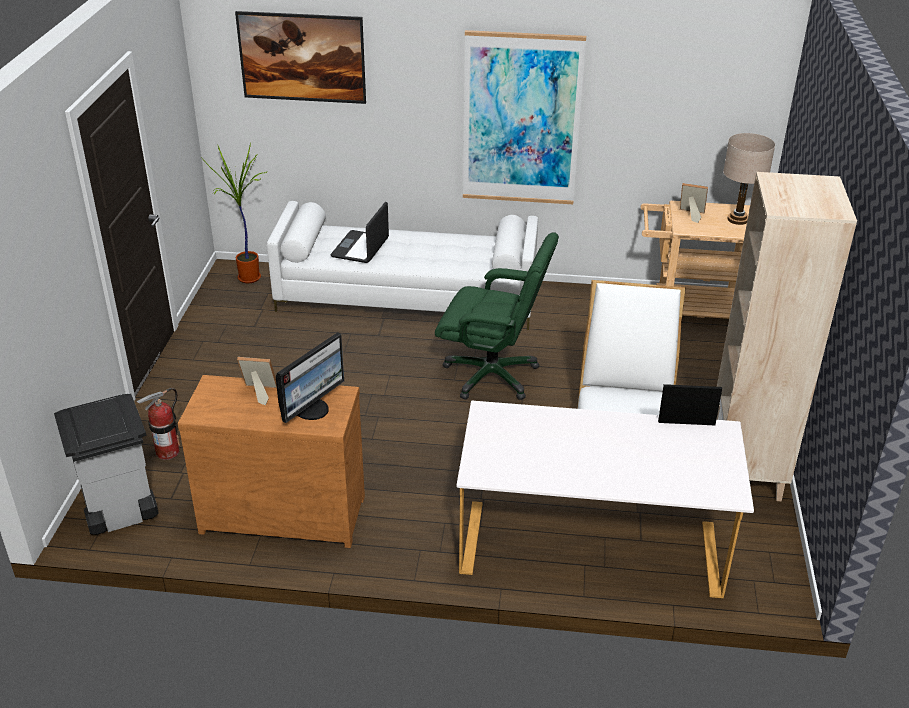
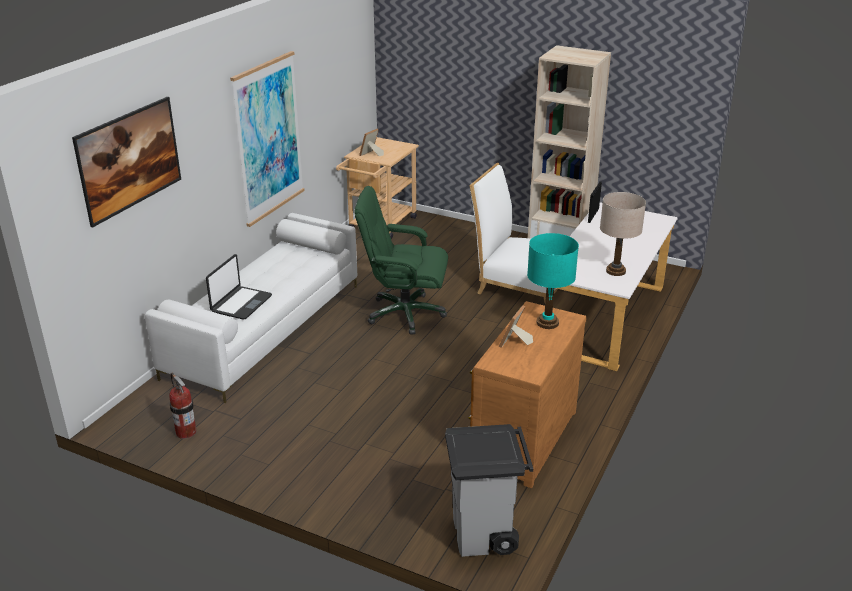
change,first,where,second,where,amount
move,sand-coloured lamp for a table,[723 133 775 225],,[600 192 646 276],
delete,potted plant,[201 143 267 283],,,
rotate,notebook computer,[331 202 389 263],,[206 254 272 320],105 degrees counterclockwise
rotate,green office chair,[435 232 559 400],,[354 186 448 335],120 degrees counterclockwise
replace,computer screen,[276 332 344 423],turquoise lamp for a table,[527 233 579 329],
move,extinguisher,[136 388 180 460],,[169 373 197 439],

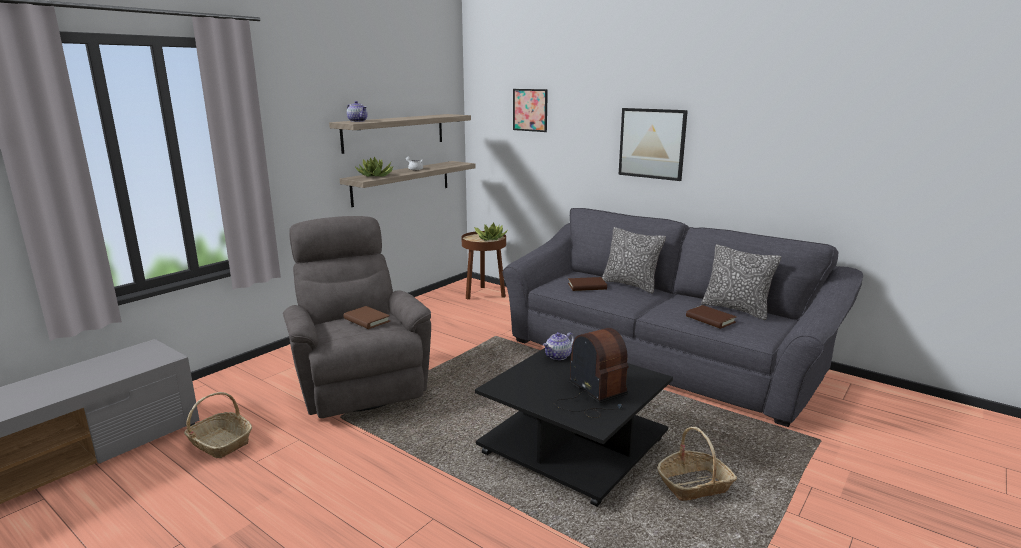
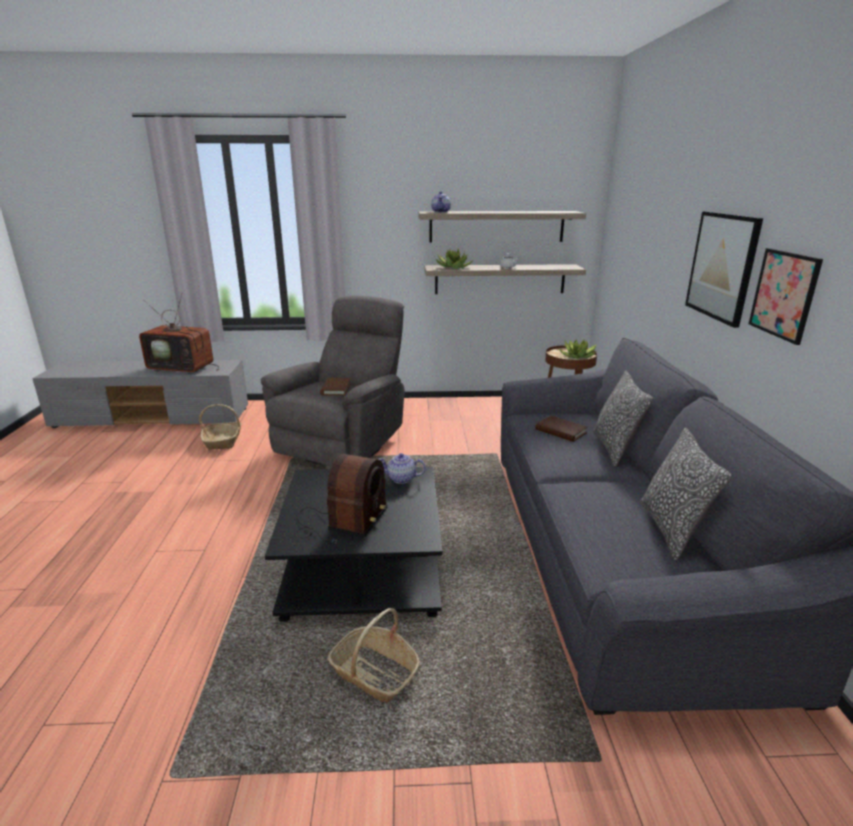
change,first,where,second,where,amount
move,wall picture,[513 89 548 132],,[749 248 823 345],
delete,brown bound book,[686 305 737 329],,,
insert,,,television,[139 295 219 374],

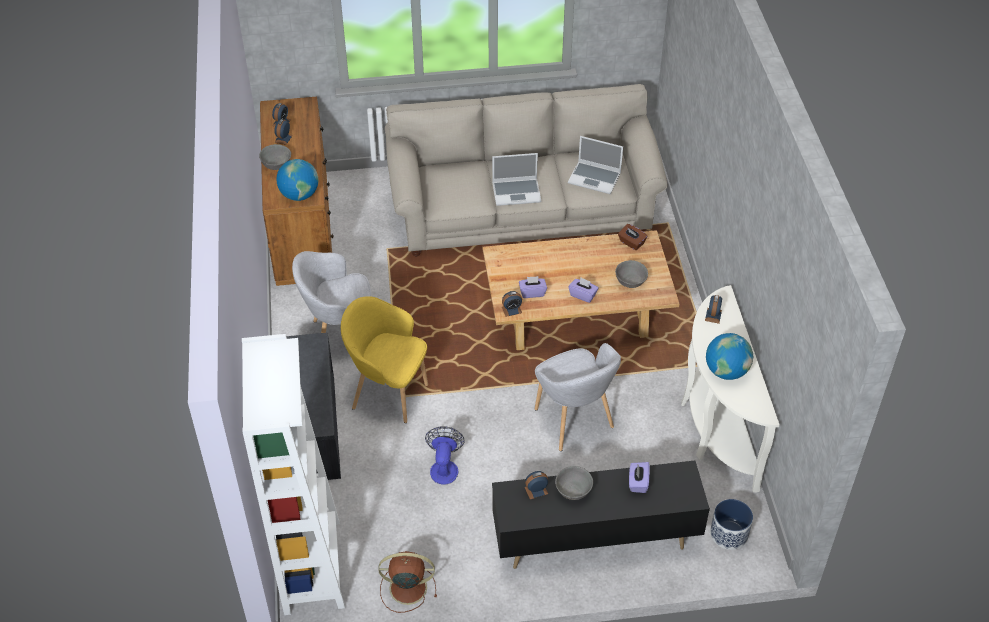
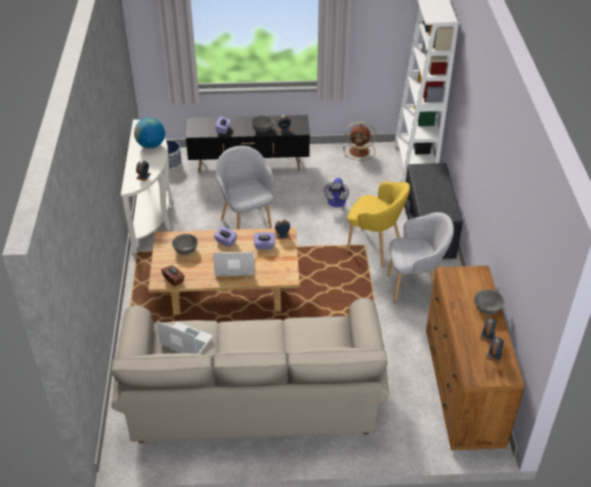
change,first,where,second,where,amount
move,notebook computer,[492 153 541 206],,[213 252 255 276],
delete,desk globe,[276 159 319 201],,,

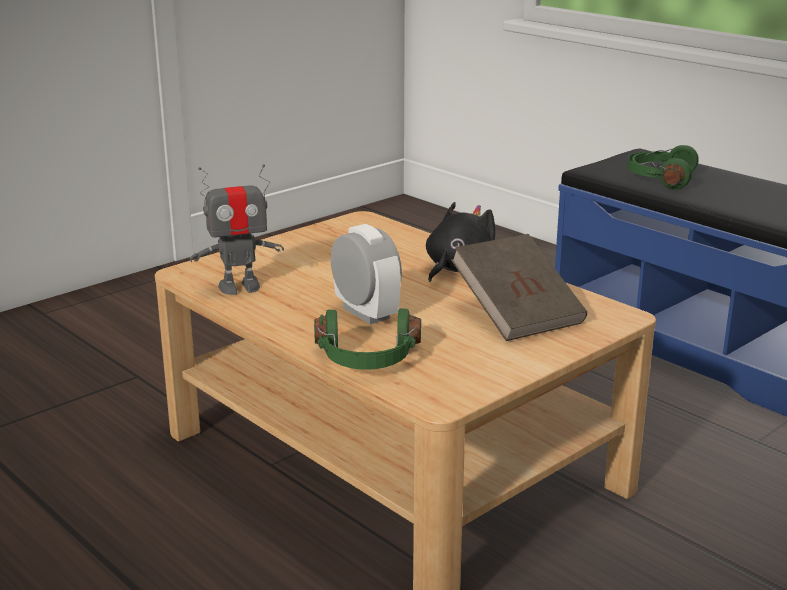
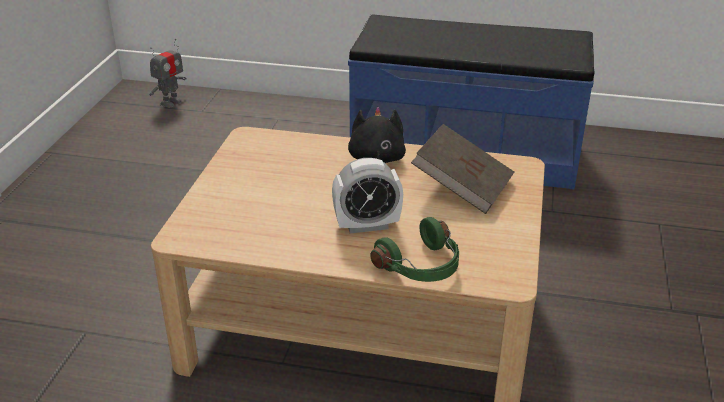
change,first,where,second,where,amount
delete,green headphones,[627 145 699 189],,,
move,robot figure,[190 164 284 295],,[149 39 186 107],
rotate,table clock,[331 224 402 324],,[332 158 403 233],150 degrees clockwise

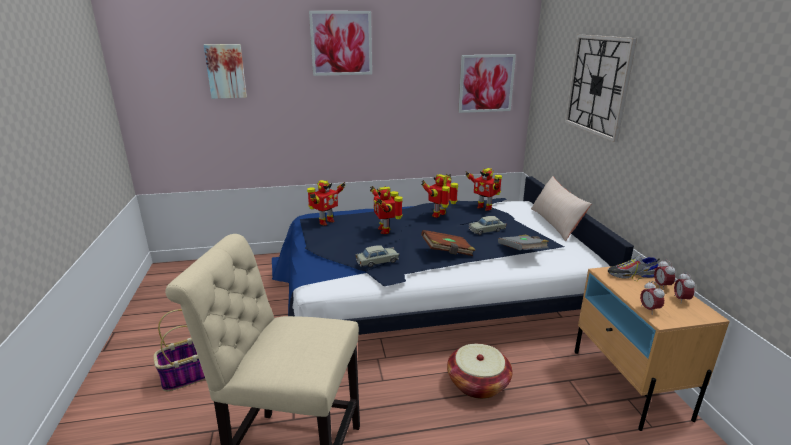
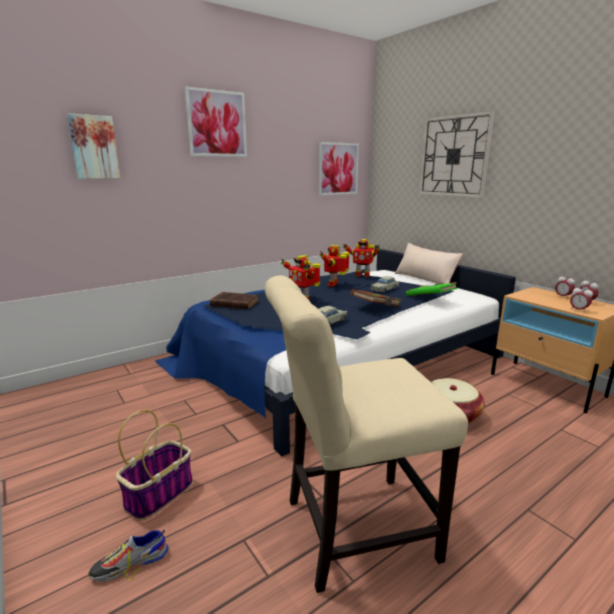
change,first,where,second,where,amount
replace,robot figure,[307 180 345 226],brown bound book,[210 292 259 309],
recolor,greyish bound book,[498 235 549 250],green bound book,[406 282 457 296],
move,item of footwear,[608 255 660 281],,[89 530 168 581],

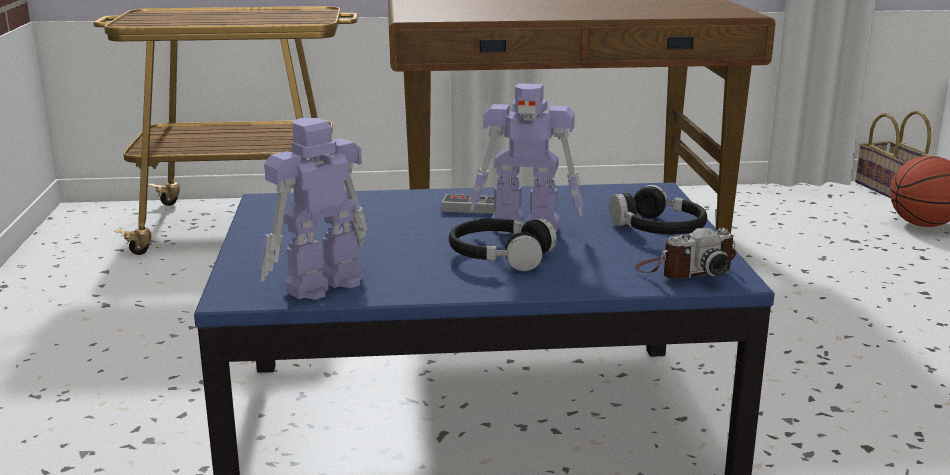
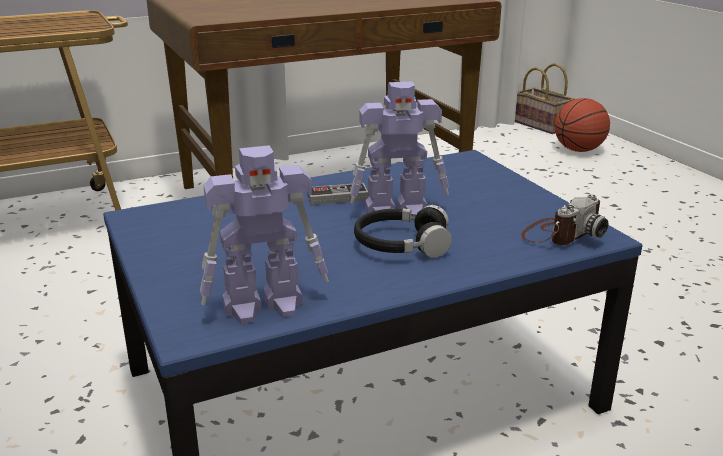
change,first,where,second,where,amount
rotate,robot figure,[259 118 367 300],,[200 145 329 324],135 degrees counterclockwise
delete,blackish headphones,[610 185 707 234],,,

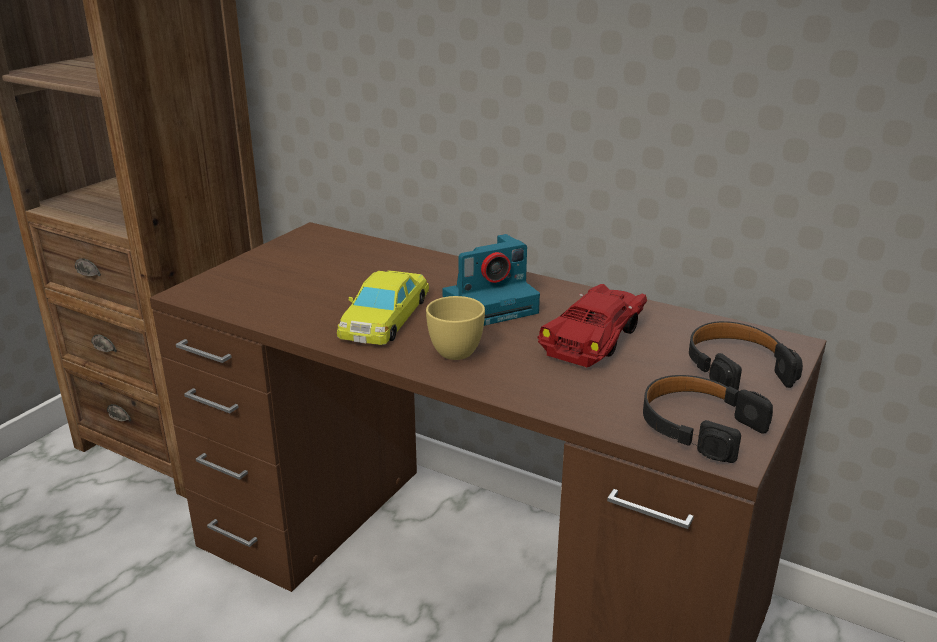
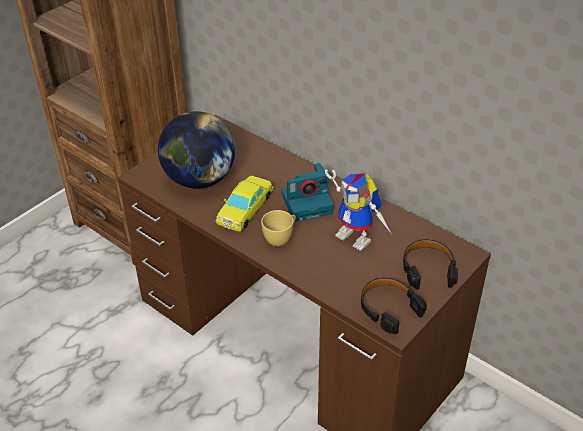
change,first,where,second,where,amount
replace,red model car,[537 284 647 368],robot figure,[325 169 391 251],
insert,,,desk globe,[158 111 235 189],

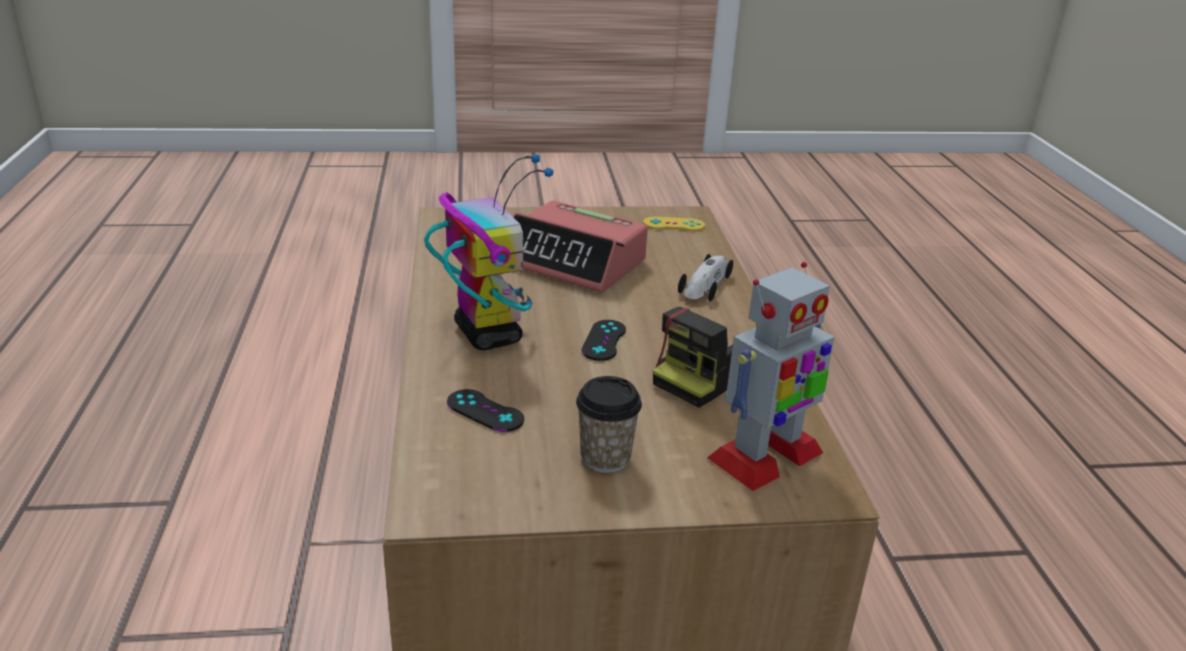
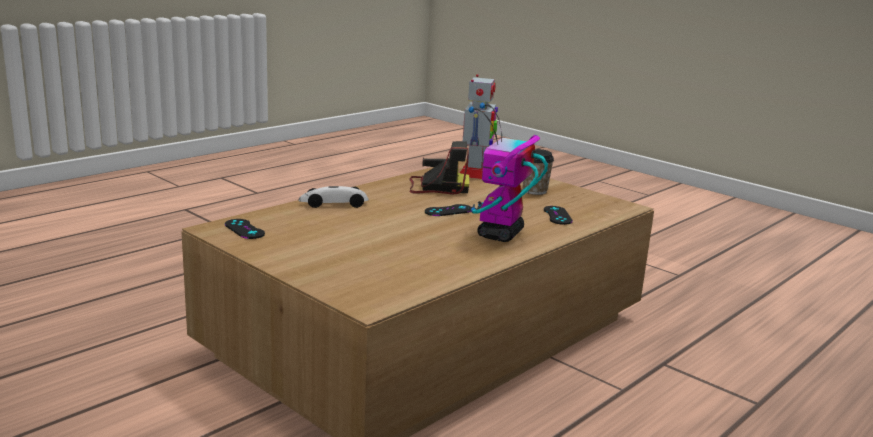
change,first,where,second,where,amount
delete,table clock,[513 200 648 293],,,
recolor,yellowish game controller,[643 217 705 231],blackish game controller,[225 219 265 239],
rotate,robot figure,[707 262 835 491],,[460 74 498 179],90 degrees clockwise

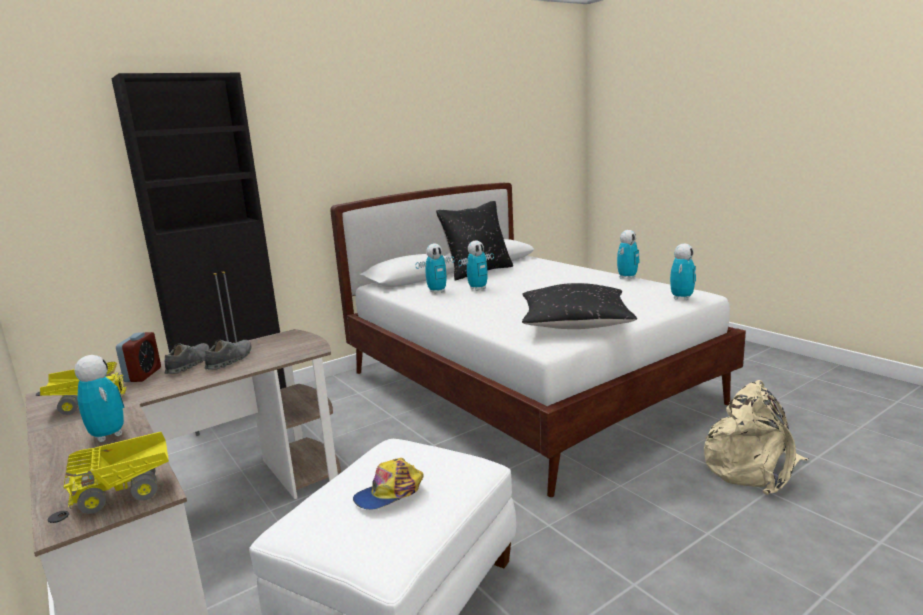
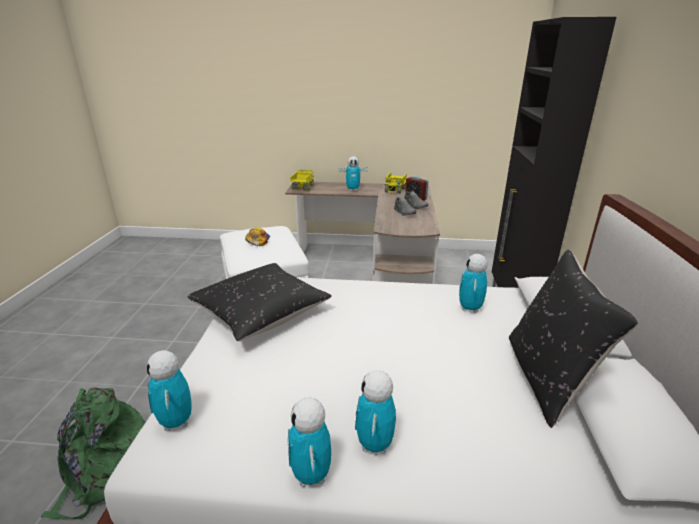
change,first,where,second,where,amount
move,robot figure,[459 240 494 291],,[355 370 396 454],
recolor,sand-coloured rucksack,[704 380 808 495],green rucksack,[41 388 145 520],

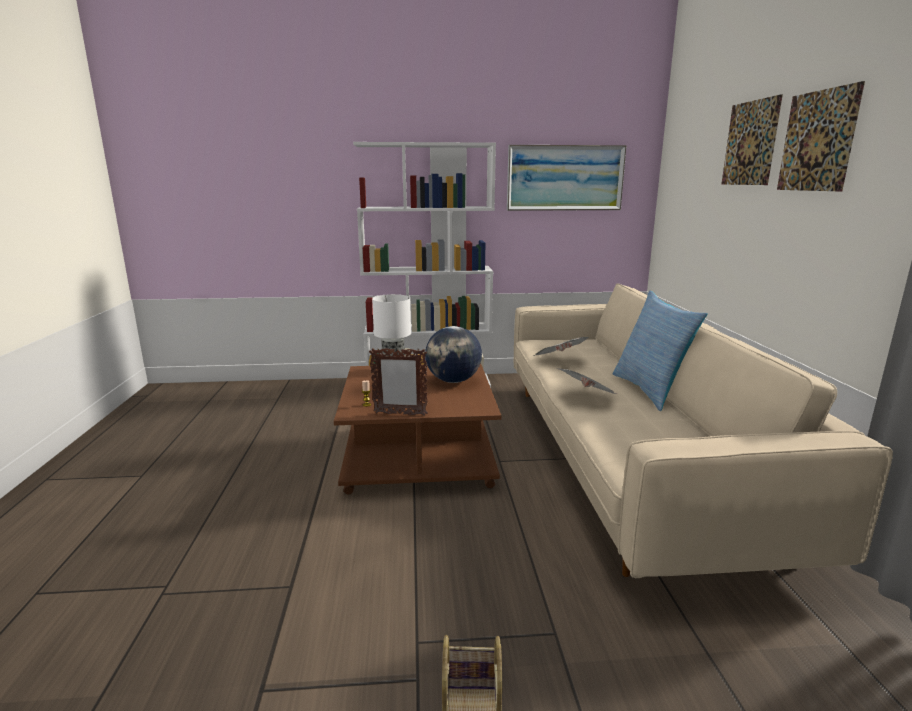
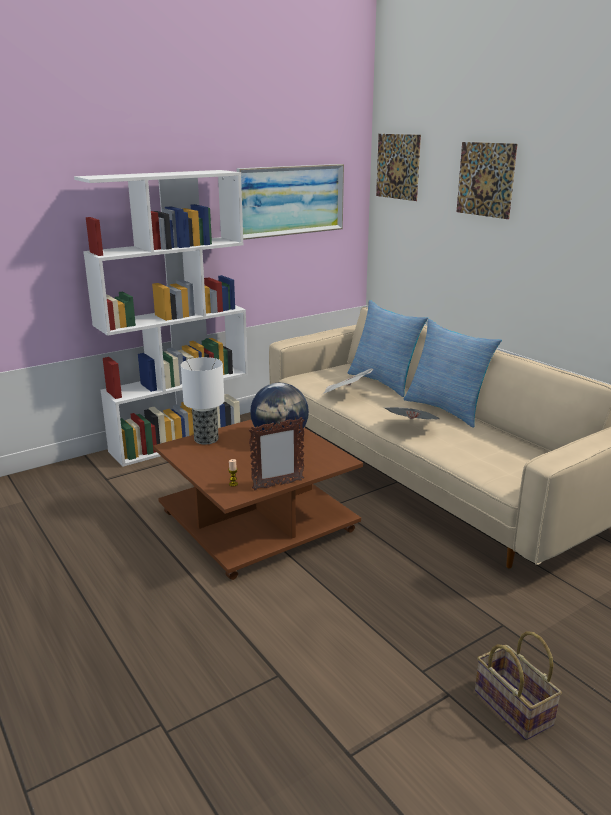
change,first,where,second,where,amount
move,wall picture,[777 81 865 191],,[376 134 421 201],
insert,,,pillow,[347 300 428 397],

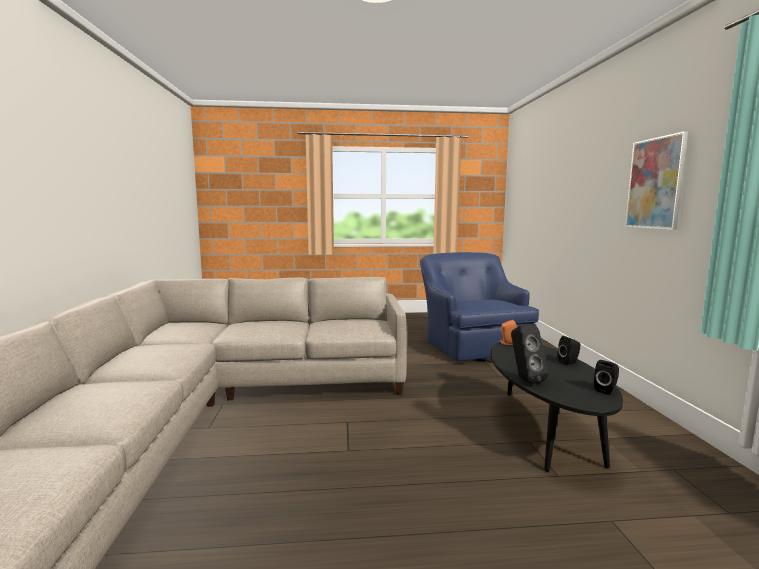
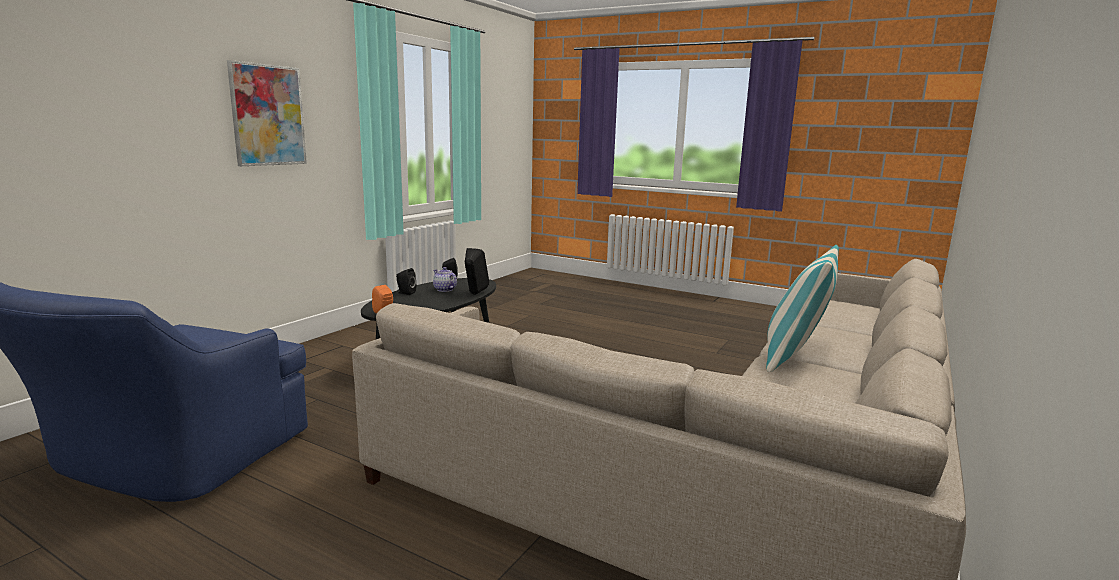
change,first,where,second,where,amount
insert,,,pillow,[766 245 839 372],
insert,,,pot for tea,[433 267 457 292],

